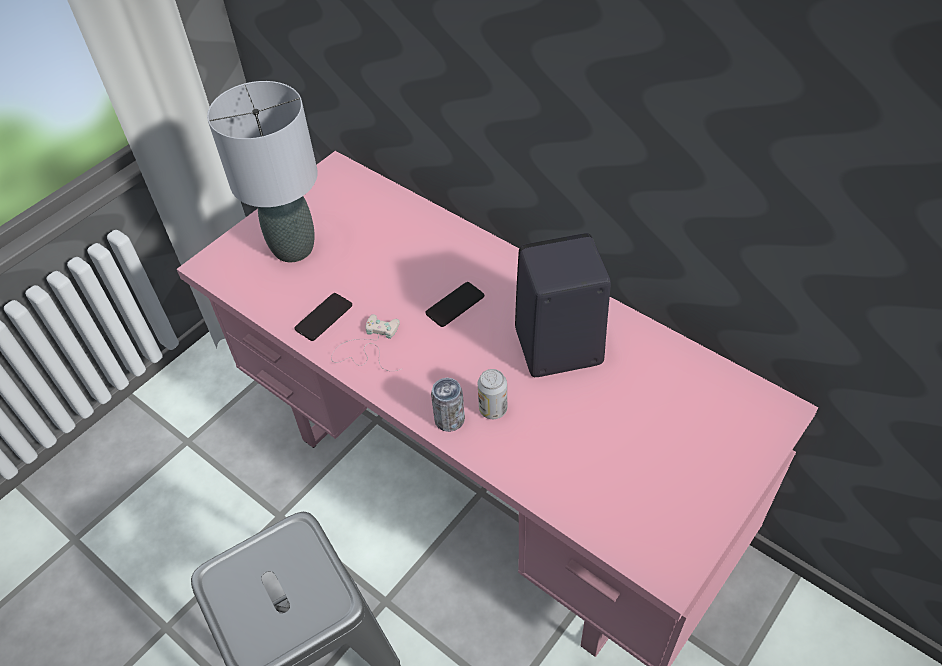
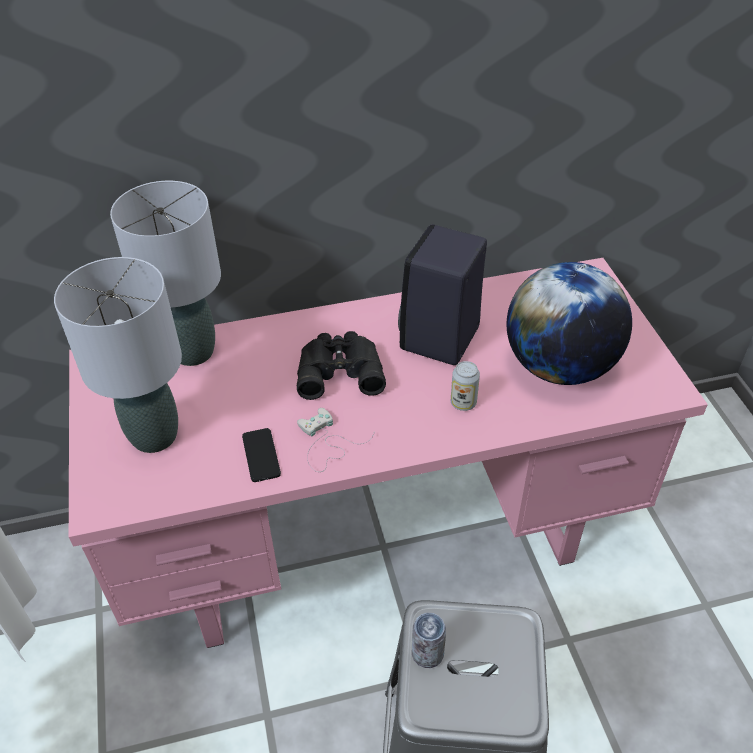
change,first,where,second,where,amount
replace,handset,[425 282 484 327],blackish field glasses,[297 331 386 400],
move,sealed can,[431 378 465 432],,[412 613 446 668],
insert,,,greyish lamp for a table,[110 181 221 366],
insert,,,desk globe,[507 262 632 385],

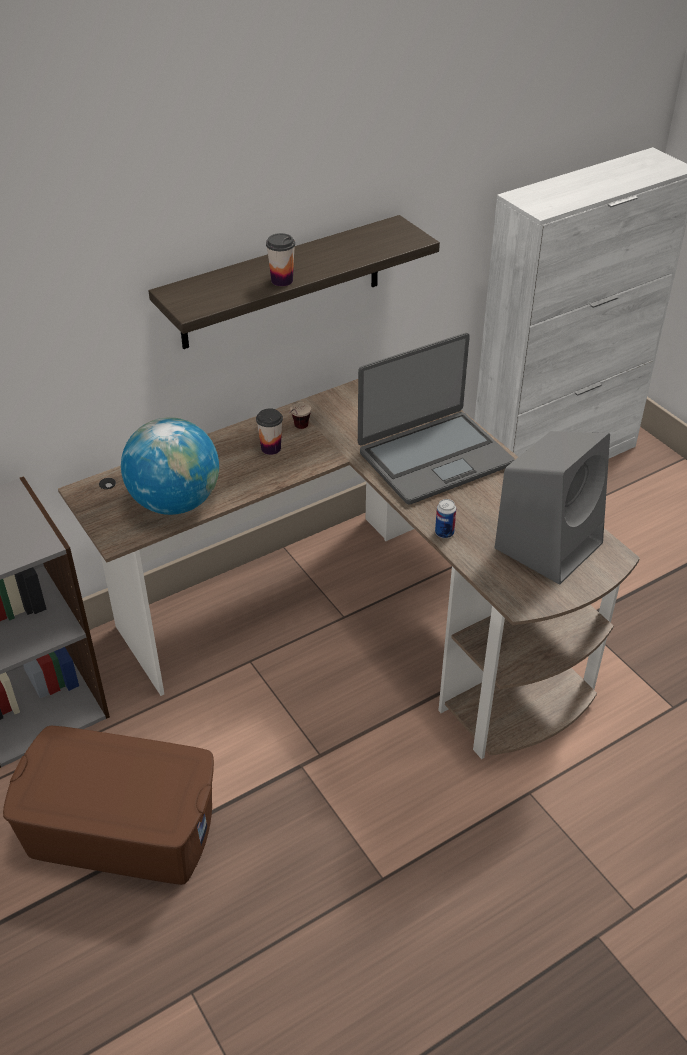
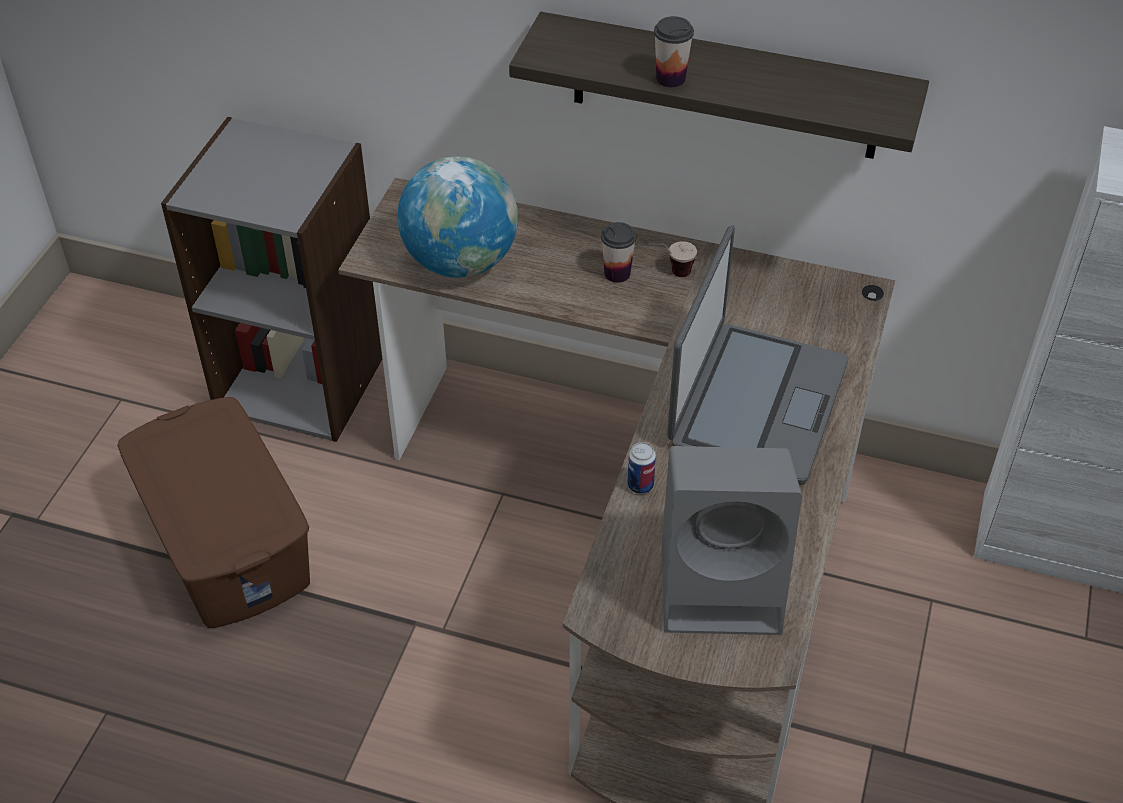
change,first,where,second,where,amount
rotate,notebook computer,[358 333 514 504],,[667 225 848 485],90 degrees counterclockwise

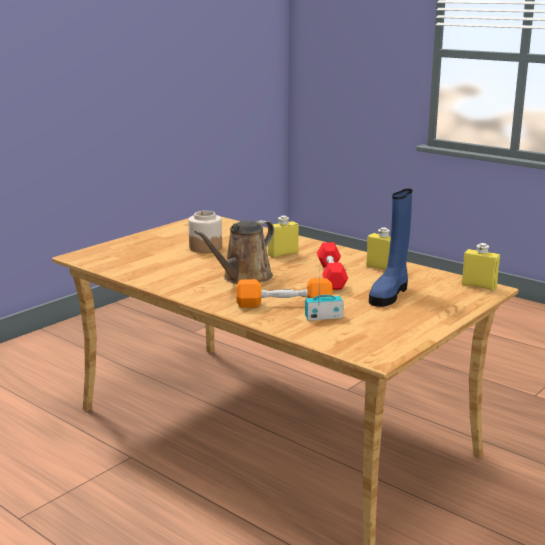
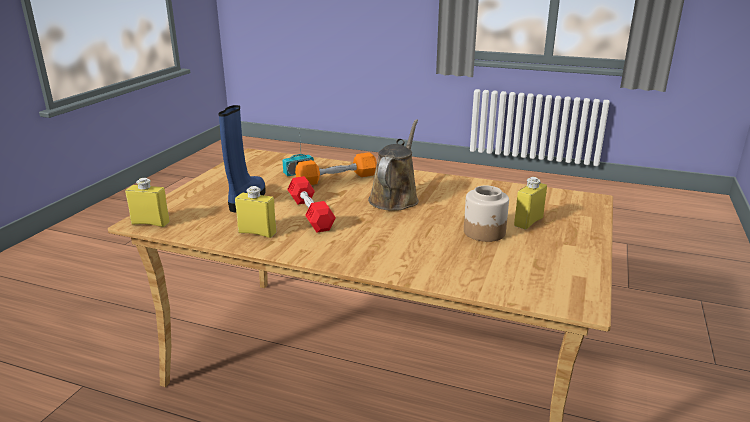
change,first,where,second,where,amount
move,yellowish beverage bottle,[268 216 299 258],,[514 177 547 229],

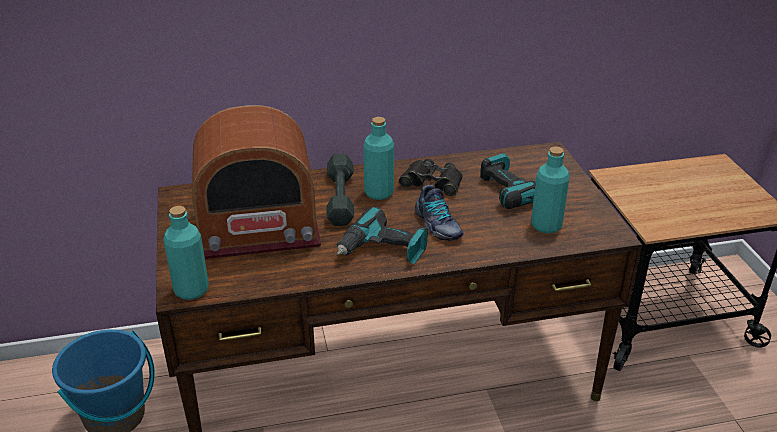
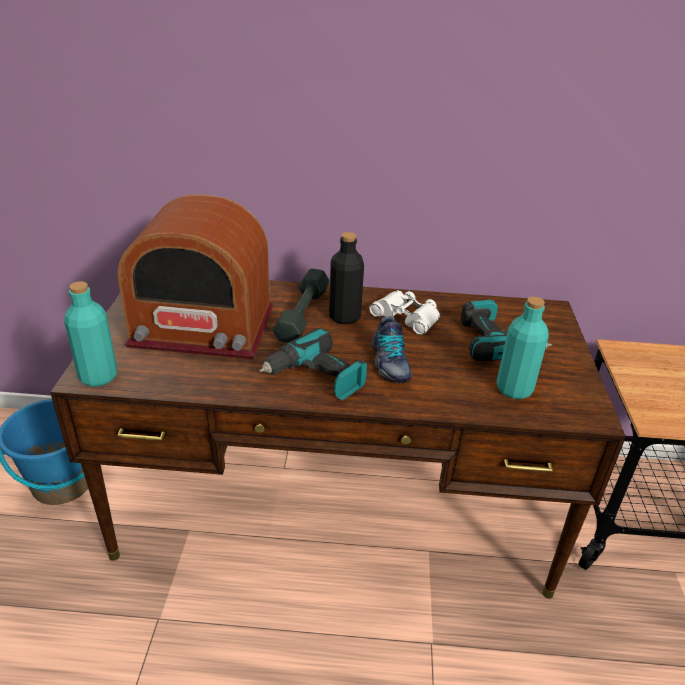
change,first,where,second,where,amount
recolor,turquoise beverage bottle,[363 117 394 200],blackish beverage bottle,[329 232 364 324],
recolor,blackish field glasses,[399 159 463 196],whitish field glasses,[369 290 440 335],

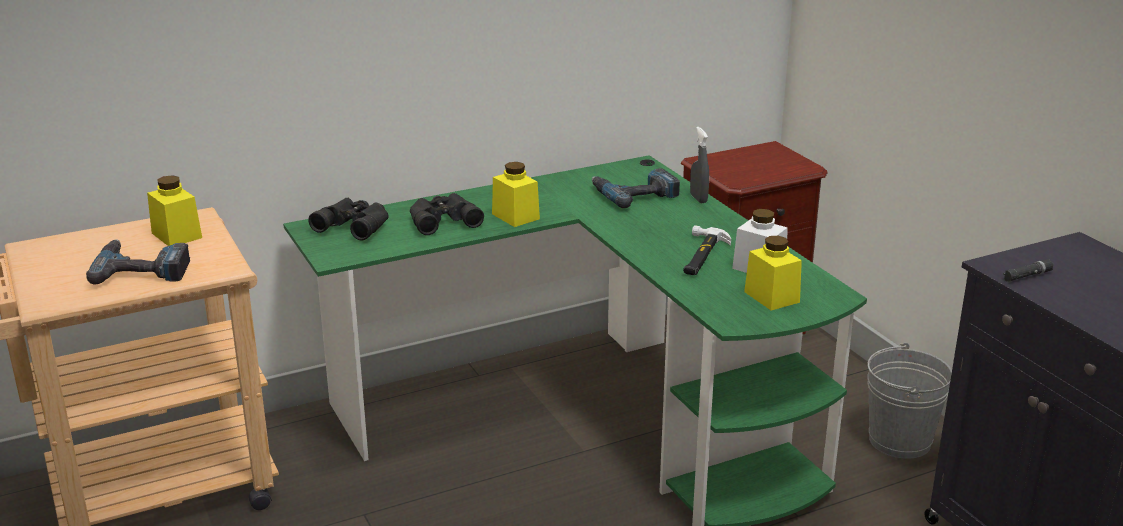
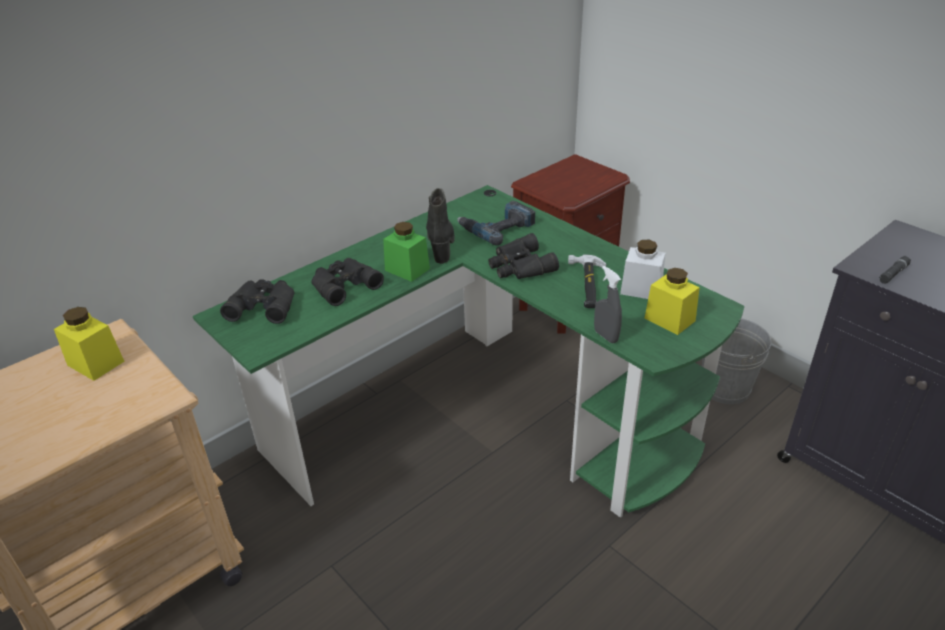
change,first,where,second,where,amount
move,greyish sprayer,[690 127 709 203],,[594 266 622 343],
recolor,yellowish preserve jar,[492 162 540 227],green preserve jar,[383 222 430 282],
delete,drill,[86 239 190 284],,,
insert,,,blackish tall boot,[426 188 455 264],
insert,,,blackish field glasses,[488 233 559 279],

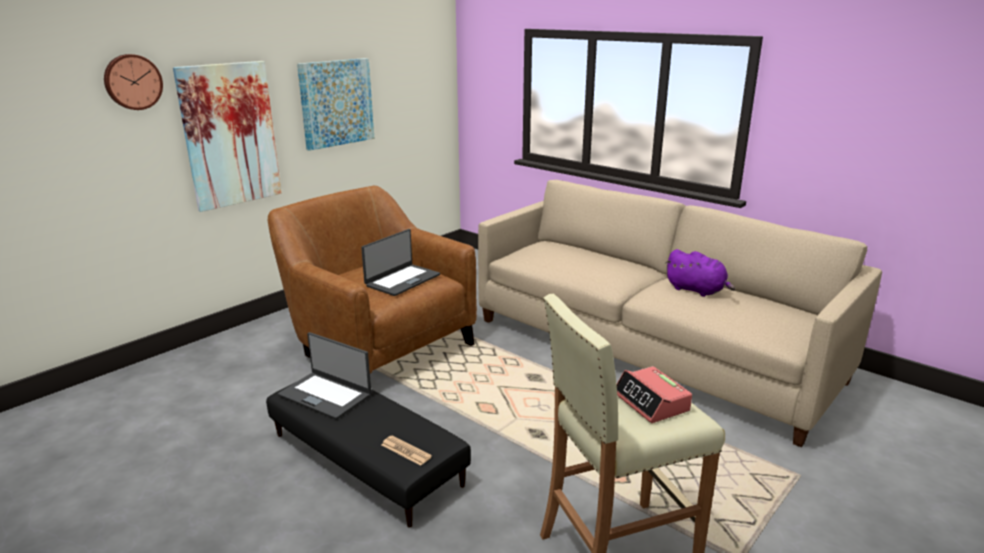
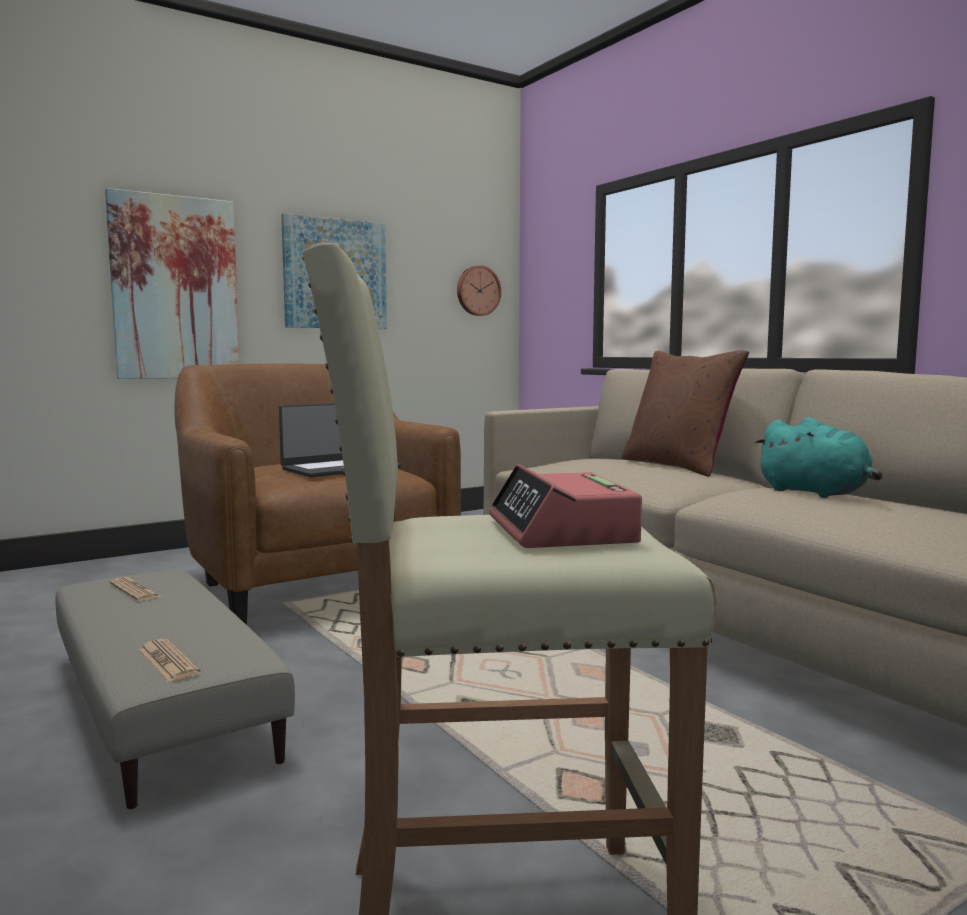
change,first,where,second,where,amount
move,clock on the wall,[104 54 163 110],,[457 265 501 316],
recolor,purplish soft toy,[665 249 735 297],turquoise soft toy,[755 417 882 498],
replace,notebook computer,[278 332 371 419],newspaper,[110 577 161 601],
recolor,blackish pouffe,[266 383 471 528],sand-coloured pouffe,[55 570 295 809],
insert,,,brown pillow,[621 350 749 476],

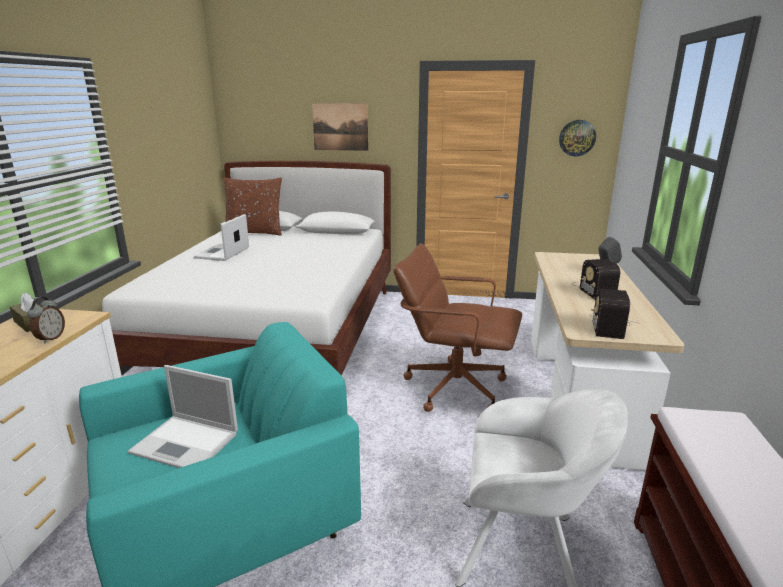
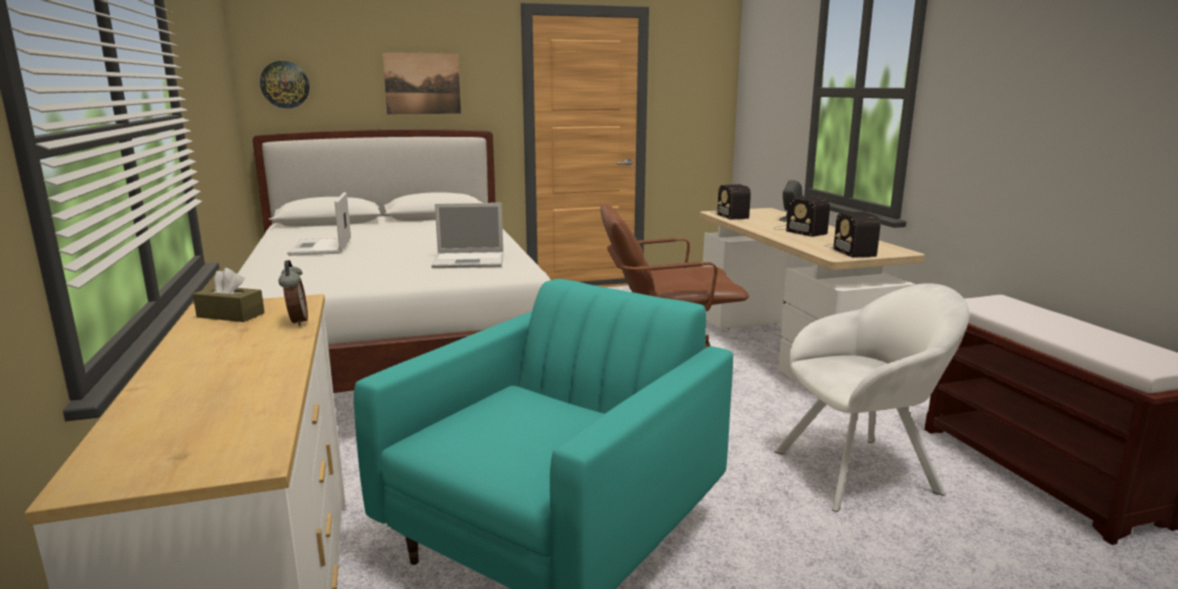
change,first,where,second,where,amount
move,clock on the wall,[559 120 596 156],,[260 61 309 108],
delete,brown pillow,[224 177 282 236],,,
move,notebook computer,[128 365 238 468],,[431 203 503 268],
insert,,,radio receiver,[713 184 751 220],

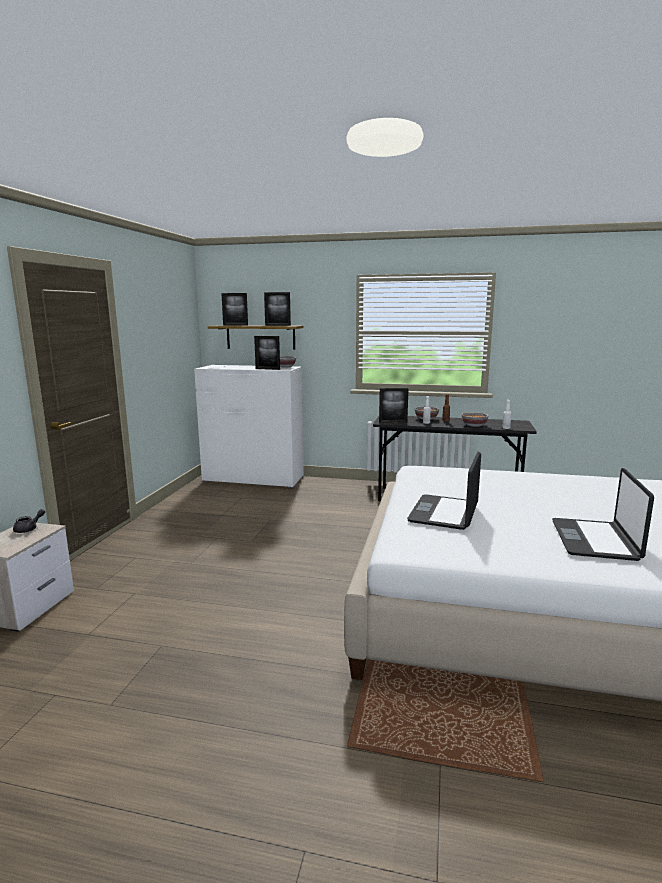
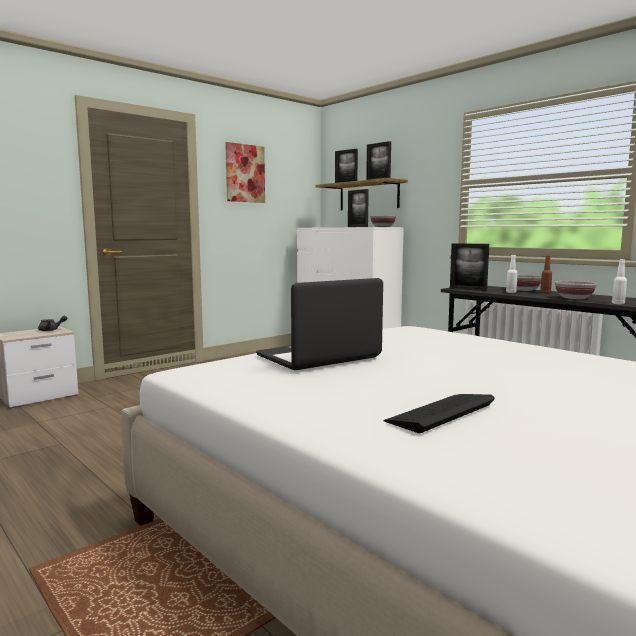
change,first,where,second,where,amount
replace,notebook computer,[552 468 654 561],keyboard,[384 394 495 433],
insert,,,wall picture,[225 142 265 203],

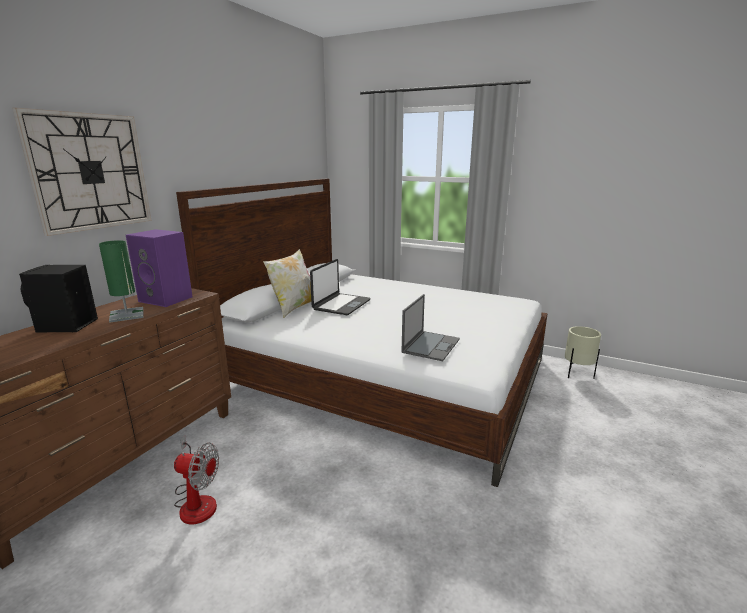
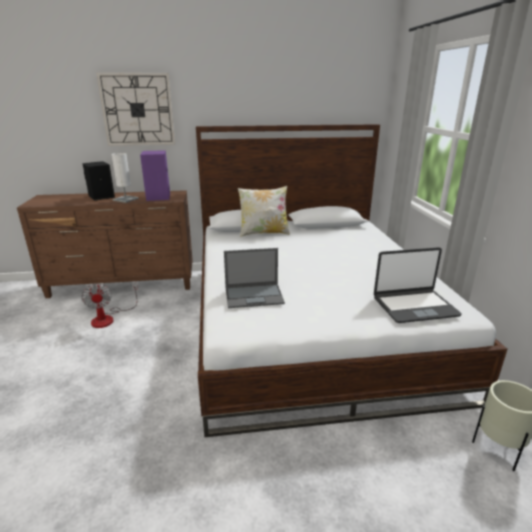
change,first,where,second,where,amount
recolor,green lamp for a table,[99 240 143 323],whitish lamp for a table,[112 153 139 203],
move,notebook computer,[310 259 371 315],,[374 247 462 323],

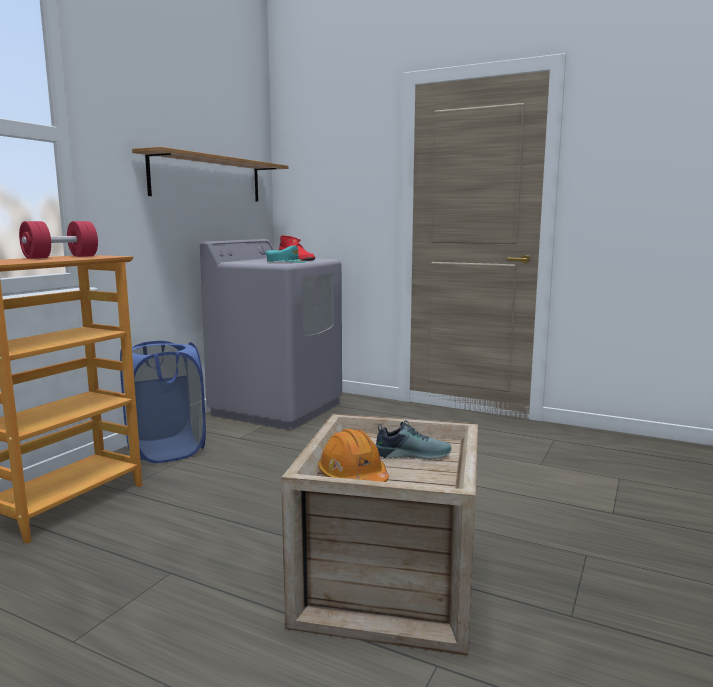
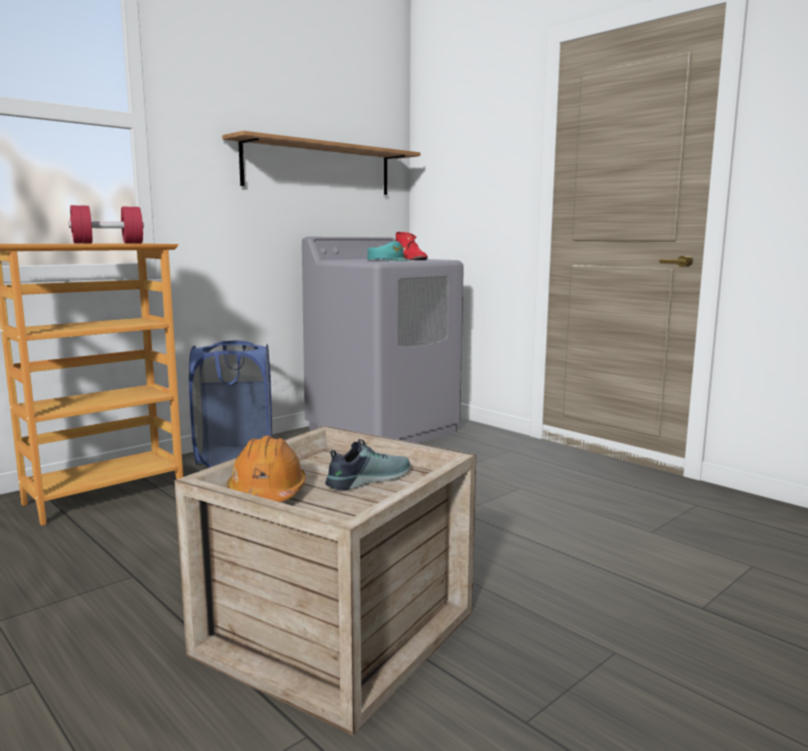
change,first,where,second,where,amount
rotate,item of footwear,[375 420 451 460],,[325 439 410 490],60 degrees counterclockwise

